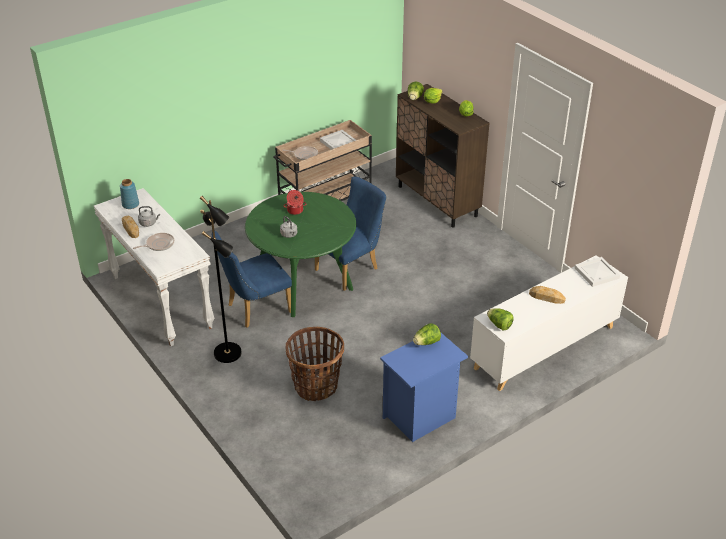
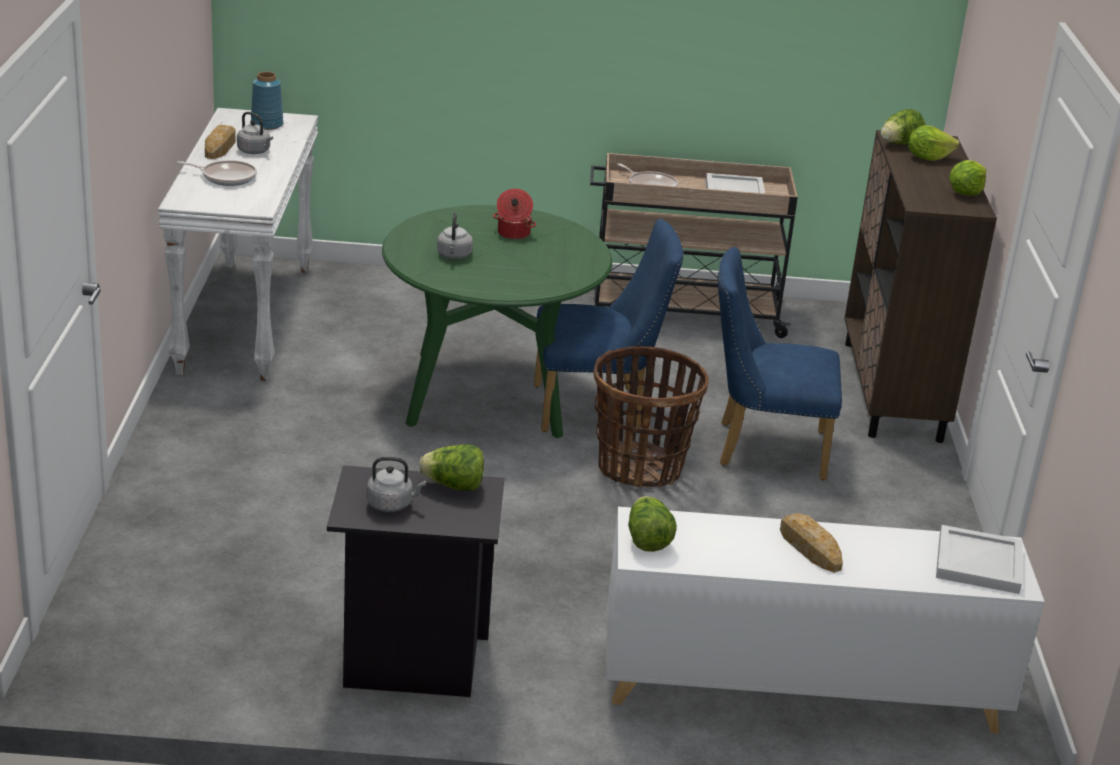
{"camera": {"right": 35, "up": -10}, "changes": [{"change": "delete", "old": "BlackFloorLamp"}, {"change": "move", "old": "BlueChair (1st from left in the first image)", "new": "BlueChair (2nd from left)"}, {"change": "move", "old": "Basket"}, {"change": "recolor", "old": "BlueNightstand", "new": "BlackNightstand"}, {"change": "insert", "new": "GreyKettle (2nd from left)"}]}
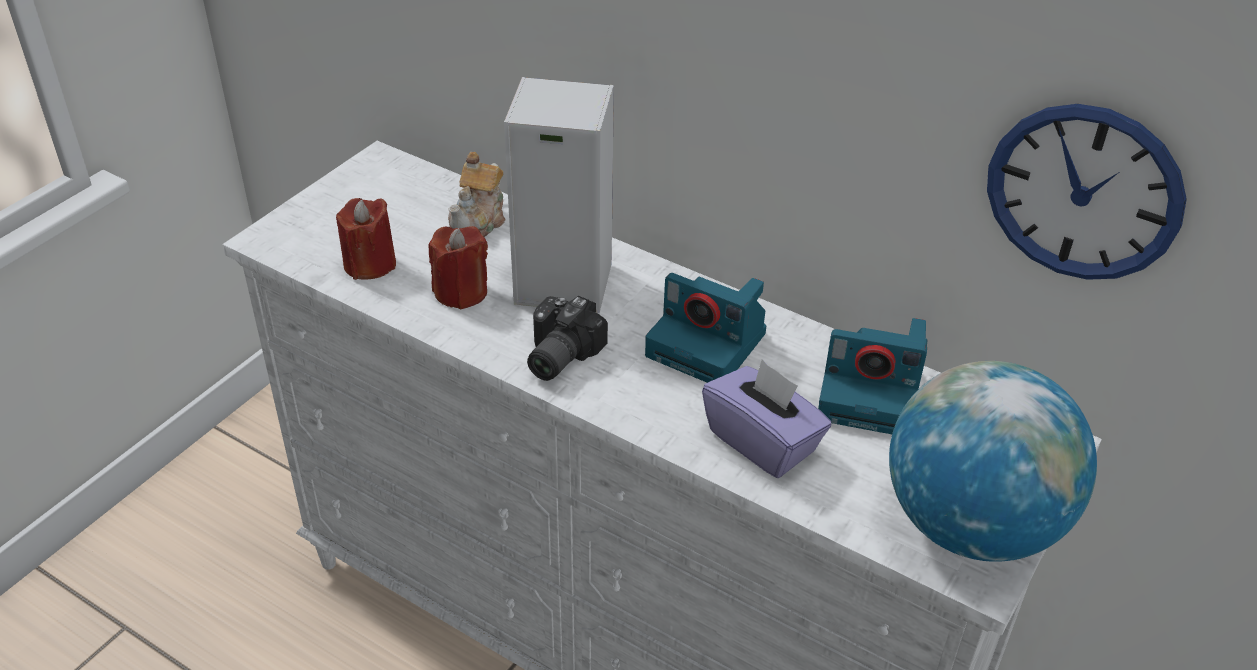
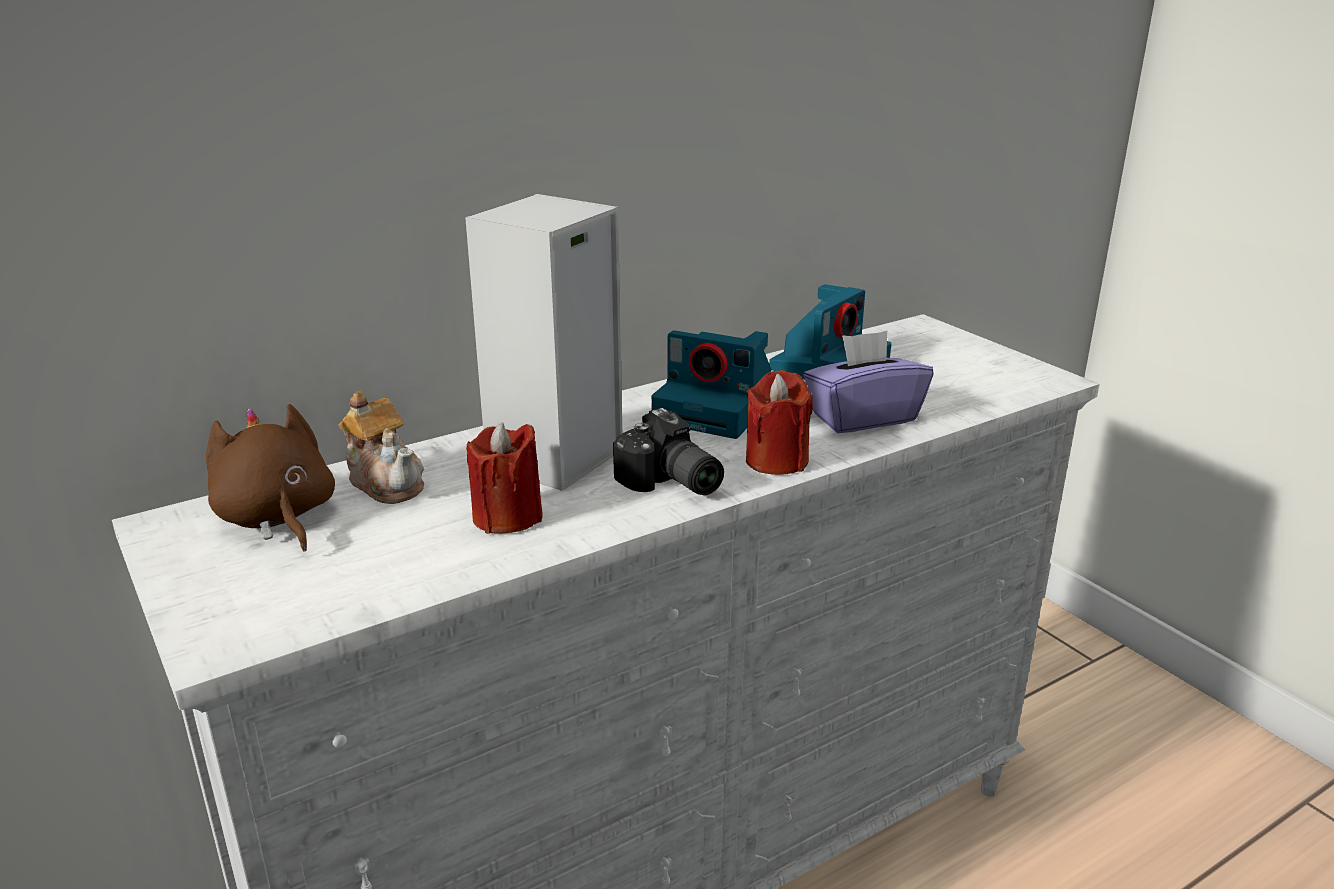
{"camera": {"right": -65, "up": -15}, "changes": [{"change": "move", "old": "RedCandle (1st from left in the first image)", "new": "RedCandle (2nd from left)"}, {"change": "rotate", "old": "PhotoCamera (2nd from left)", "degrees": 60}, {"change": "delete", "old": "Globe"}, {"change": "delete", "old": "WallClock"}, {"change": "insert", "new": "BrownPlushToy"}]}
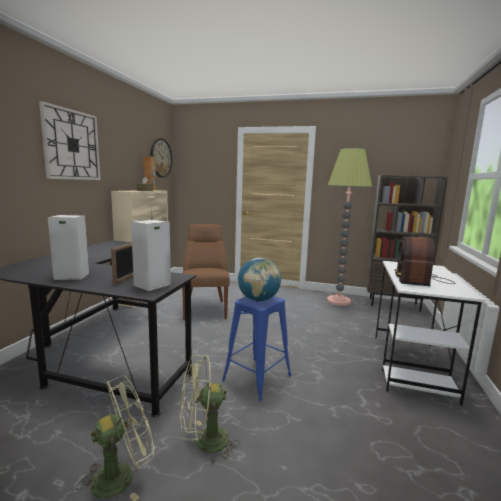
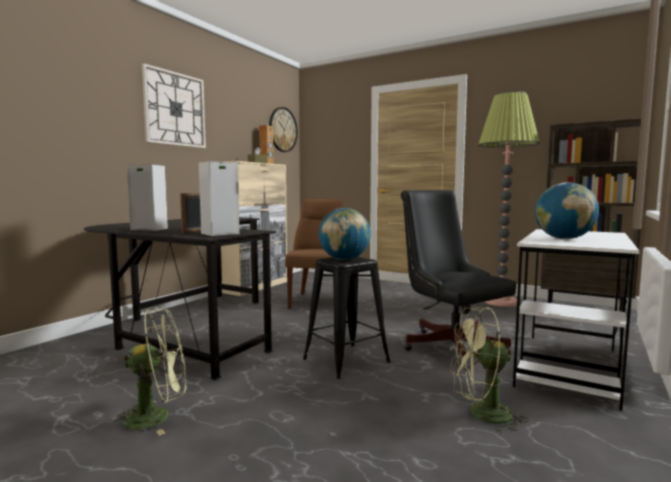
{"camera": {"right": 15, "up": -5}, "changes": [{"change": "move", "old": "GreenFan (2nd from left)"}, {"change": "recolor", "old": "BlueStool", "new": "BlackStool"}, {"change": "replace", "old": "Radio", "new": "Globe (2nd from left)"}, {"change": "insert", "new": "BlackOfficeChair"}]}
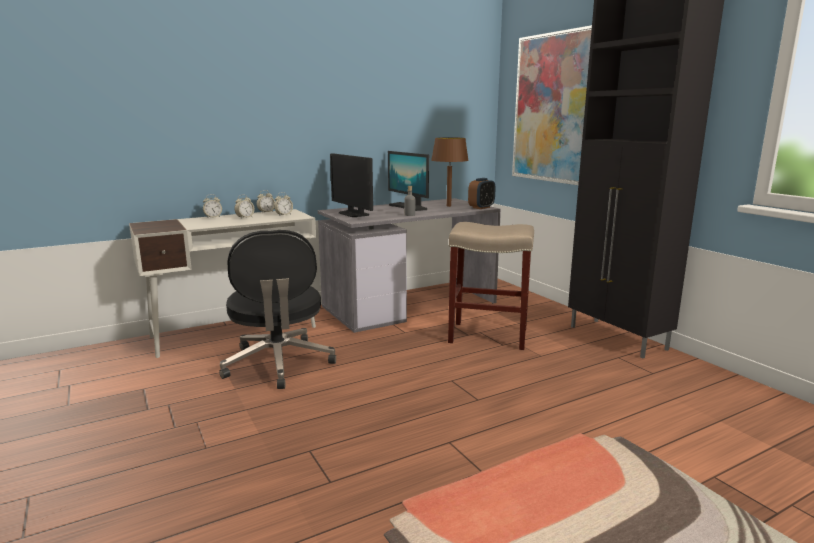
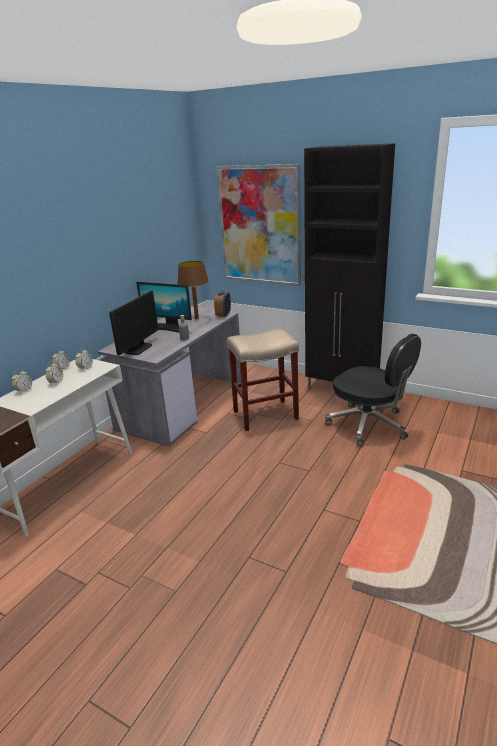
{"camera": {"right": -30, "up": 10}, "changes": [{"change": "move", "old": "BlackOfficeChair"}, {"change": "rotate", "old": "Monitor (1st from left)", "degrees": -90}]}
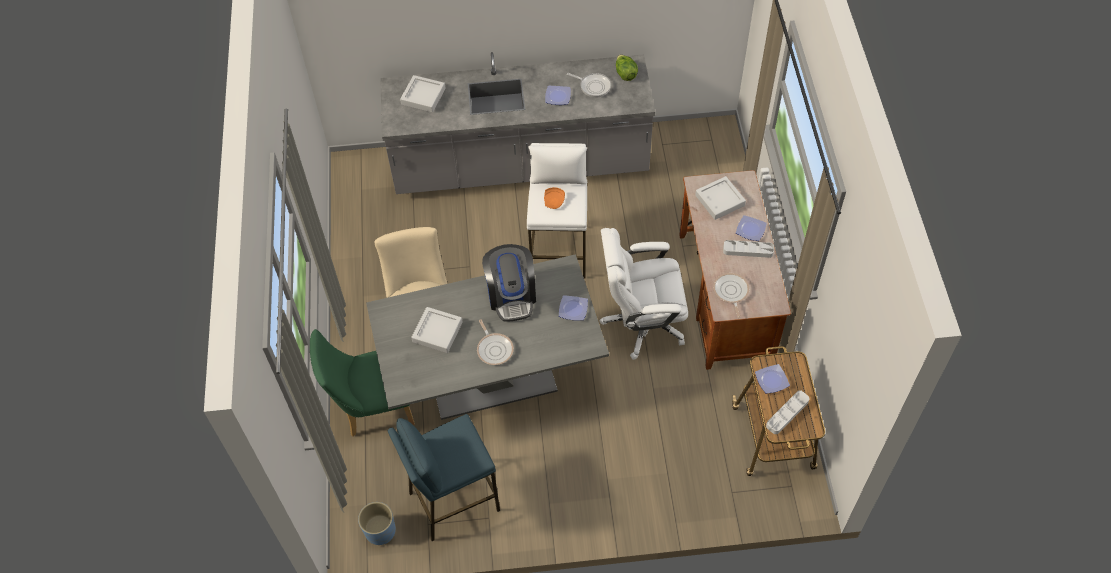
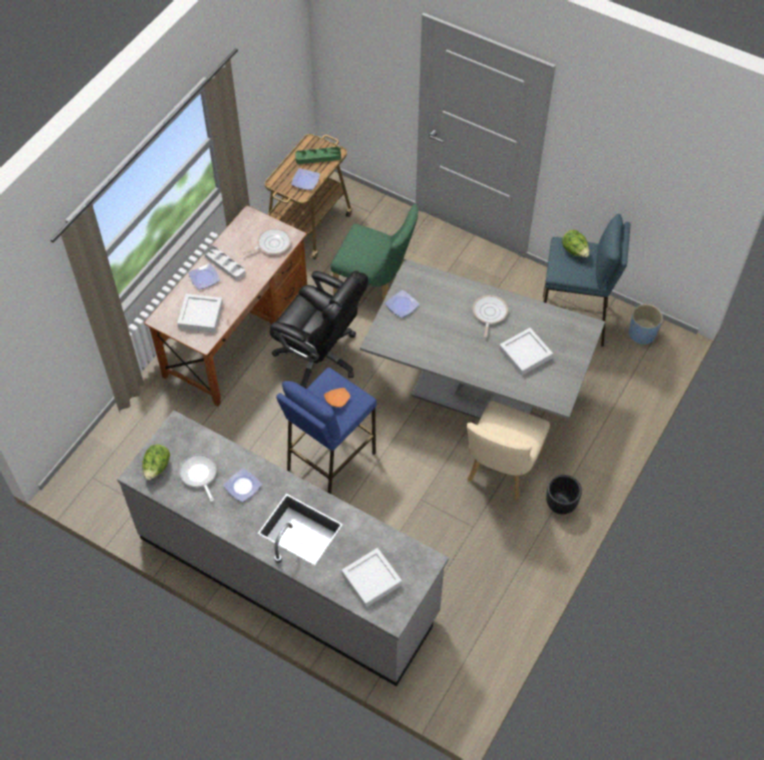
{"camera": {"right": -145, "up": 0}, "changes": [{"change": "move", "old": "GreenChair"}, {"change": "delete", "old": "CoffeeMachine"}, {"change": "recolor", "old": "WhiteStool", "new": "BlueStool (1st from left)"}, {"change": "recolor", "old": "WhiteOfficeChair", "new": "BlackOfficeChair"}, {"change": "rotate", "old": "FryingPan (3rd from left in the first image)", "degrees": -150}, {"change": "recolor", "old": "GreyTray (5th from left)", "new": "GreenTray"}, {"change": "insert", "new": "BlackPlanter"}, {"change": "insert", "new": "Lettuce (2nd from left)"}]}
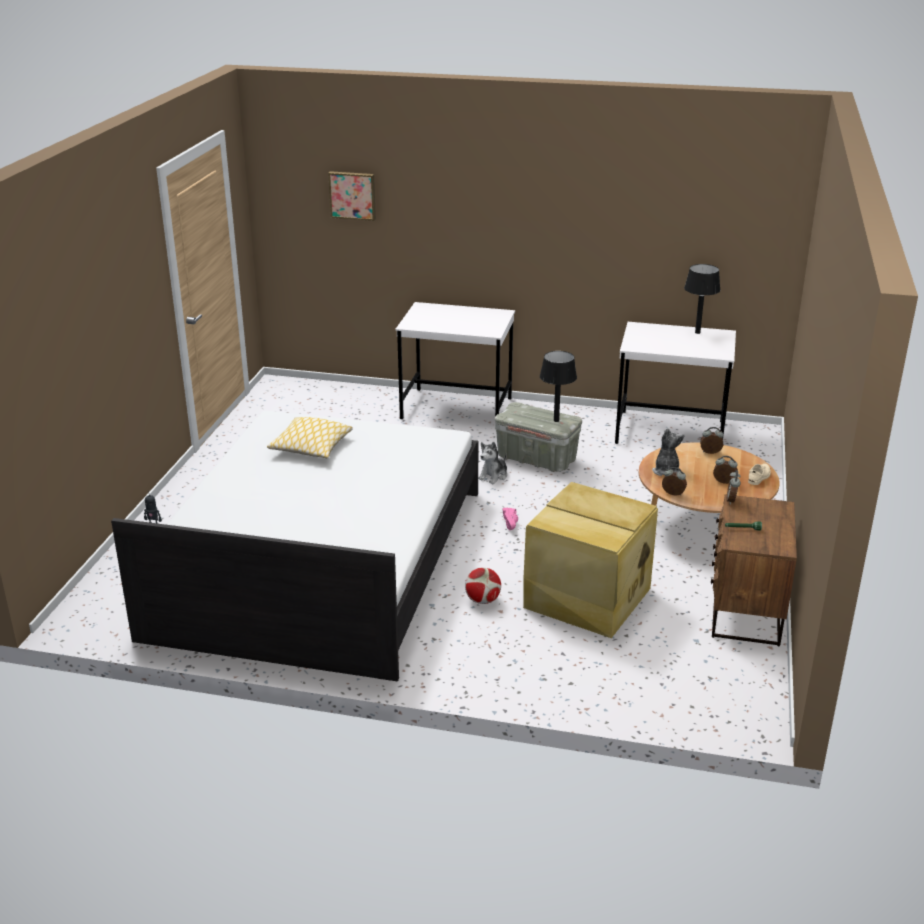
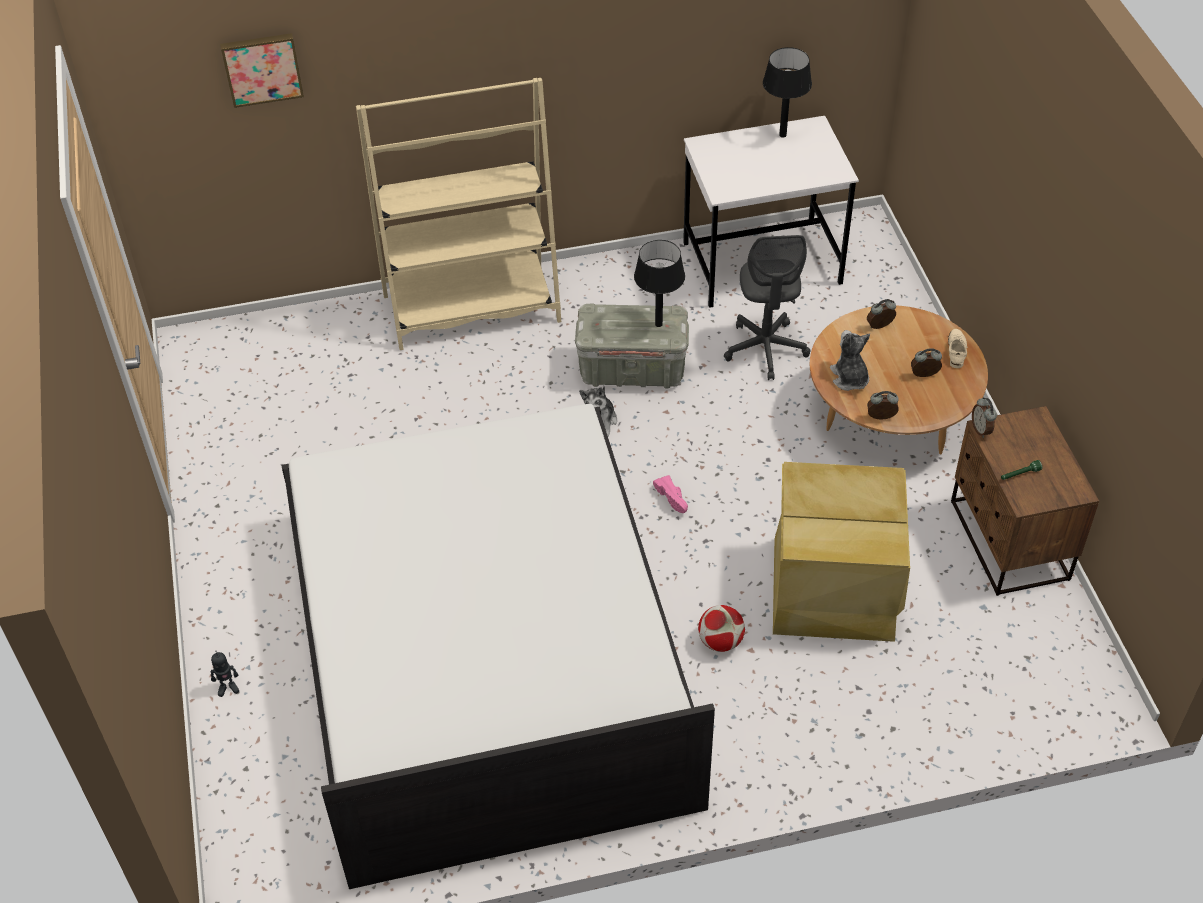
{"camera": {"right": -25, "up": 20}, "changes": [{"change": "delete", "old": "Pillow"}, {"change": "replace", "old": "WhiteDesk (1st from left)", "new": "BeigeBookcase"}, {"change": "insert", "new": "GreyOfficeChair"}]}
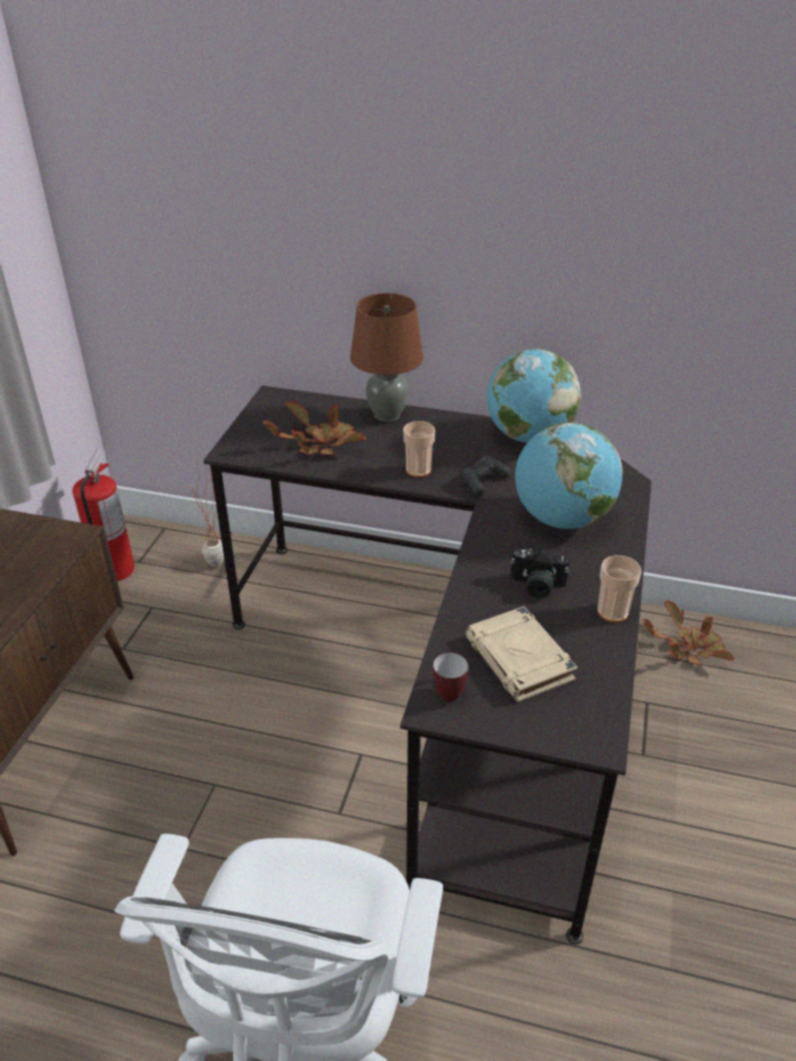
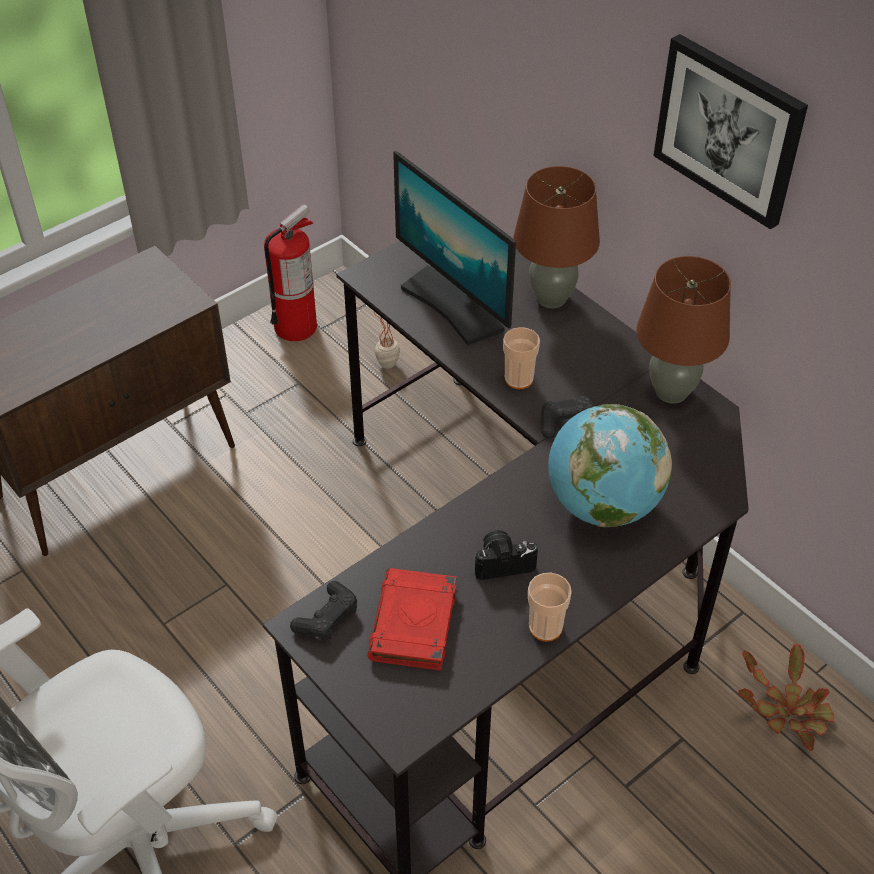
{"camera": {"right": 35, "up": 10}, "changes": [{"change": "replace", "old": "PottedPlant (2nd from left)", "new": "Monitor"}, {"change": "replace", "old": "Mug", "new": "BlackGameController (1st from left)"}, {"change": "recolor", "old": "BeigeBook", "new": "RedBook"}, {"change": "replace", "old": "Globe (1st from left)", "new": "BrownTableLamp (2nd from left)"}, {"change": "rotate", "old": "PhotoCamera", "degrees": 120}, {"change": "insert", "new": "Picture"}]}
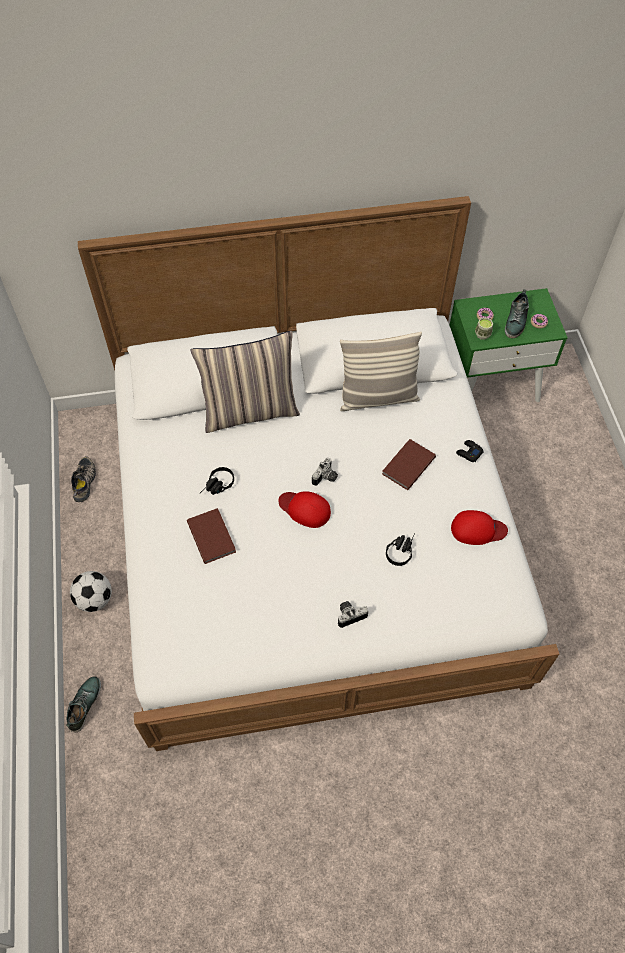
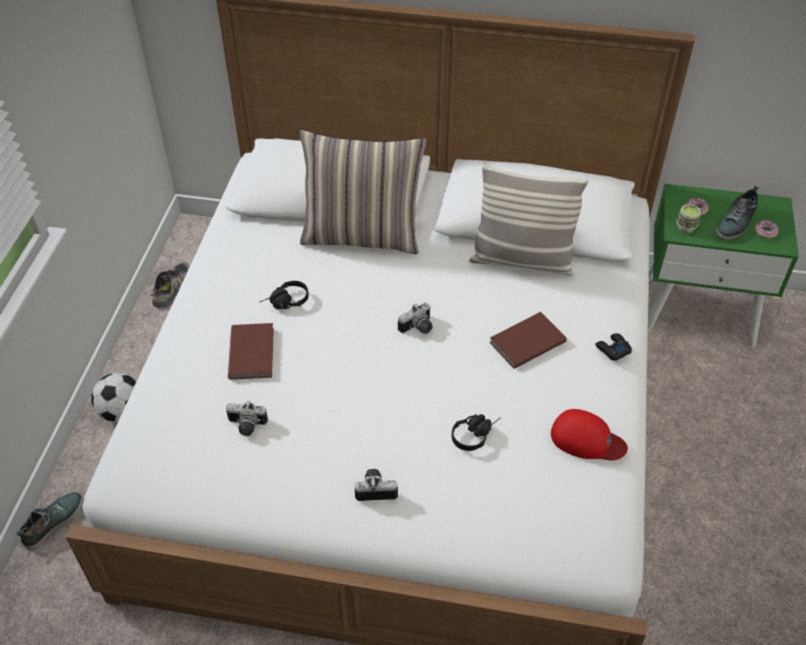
{"camera": {"right": 20, "up": -10}, "changes": [{"change": "delete", "old": "RedCap (1st from left)"}, {"change": "insert", "new": "PhotoCamera (1st from left)"}]}
